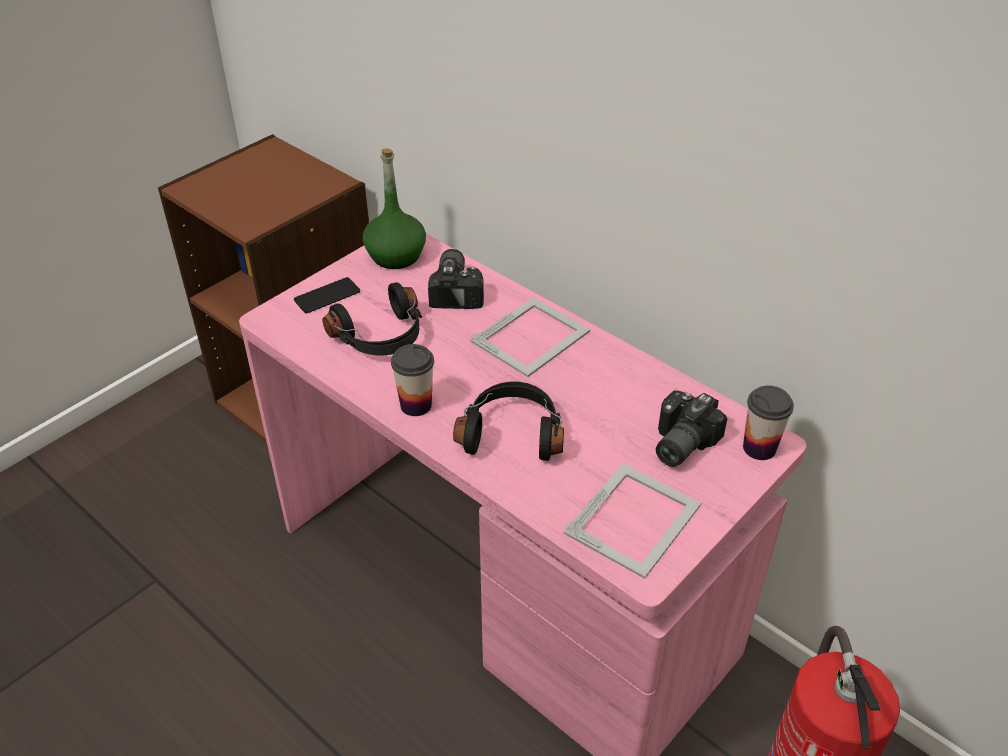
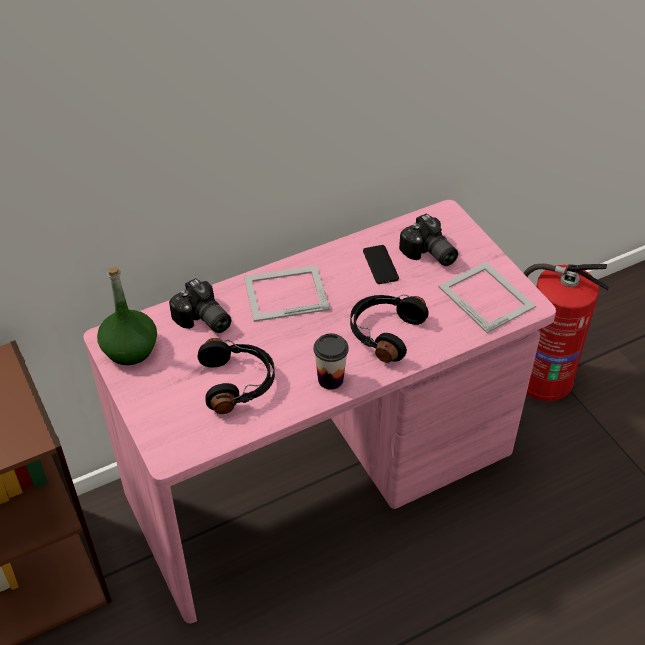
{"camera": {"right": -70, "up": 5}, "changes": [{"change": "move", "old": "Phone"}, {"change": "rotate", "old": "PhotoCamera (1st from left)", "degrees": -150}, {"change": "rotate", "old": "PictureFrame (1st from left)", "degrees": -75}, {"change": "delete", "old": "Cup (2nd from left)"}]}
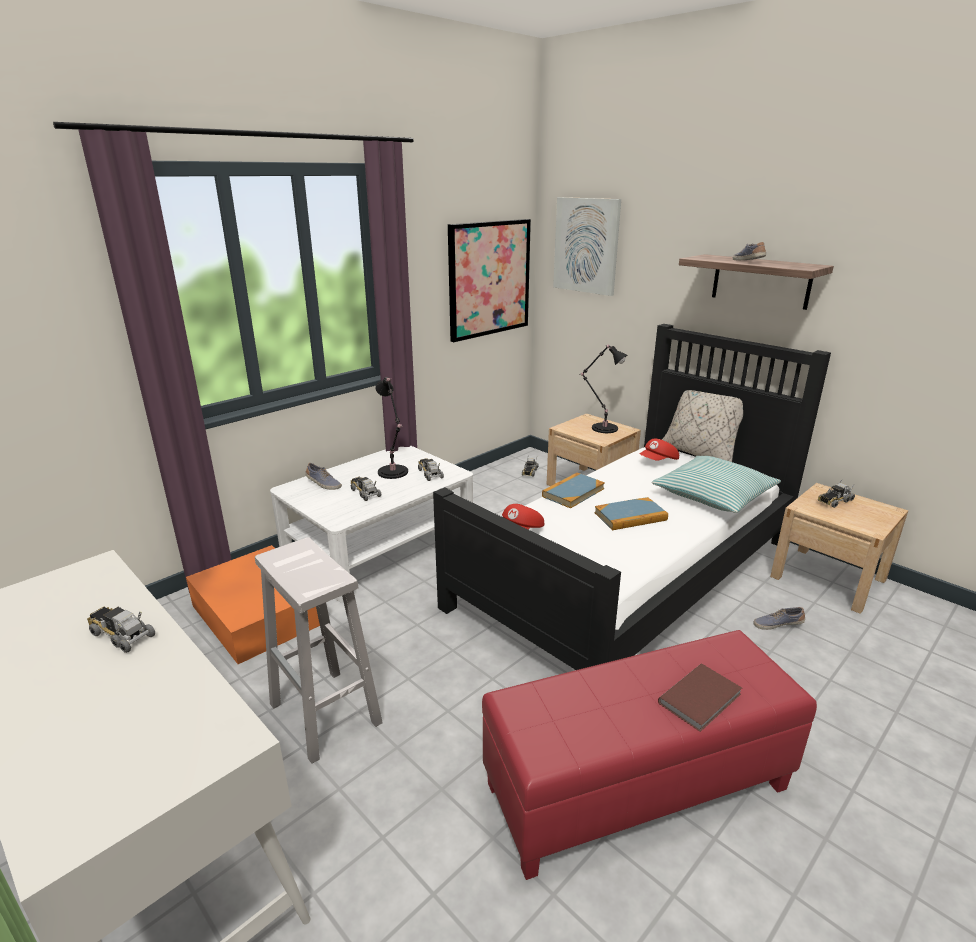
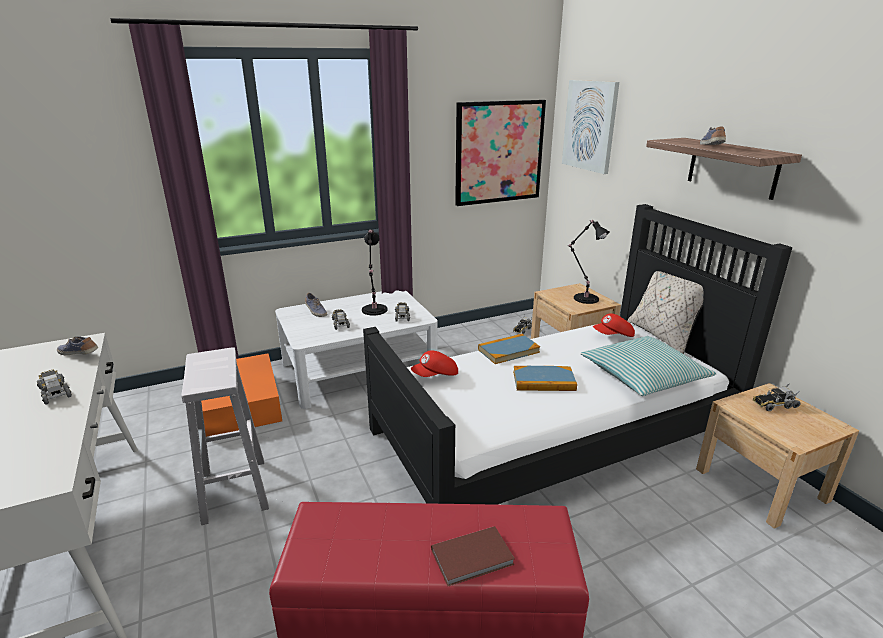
{"camera": {"right": 20, "up": 0}, "changes": [{"change": "move", "old": "Shoe (3rd from left in the first image)", "new": "Shoe (1st from left)"}]}
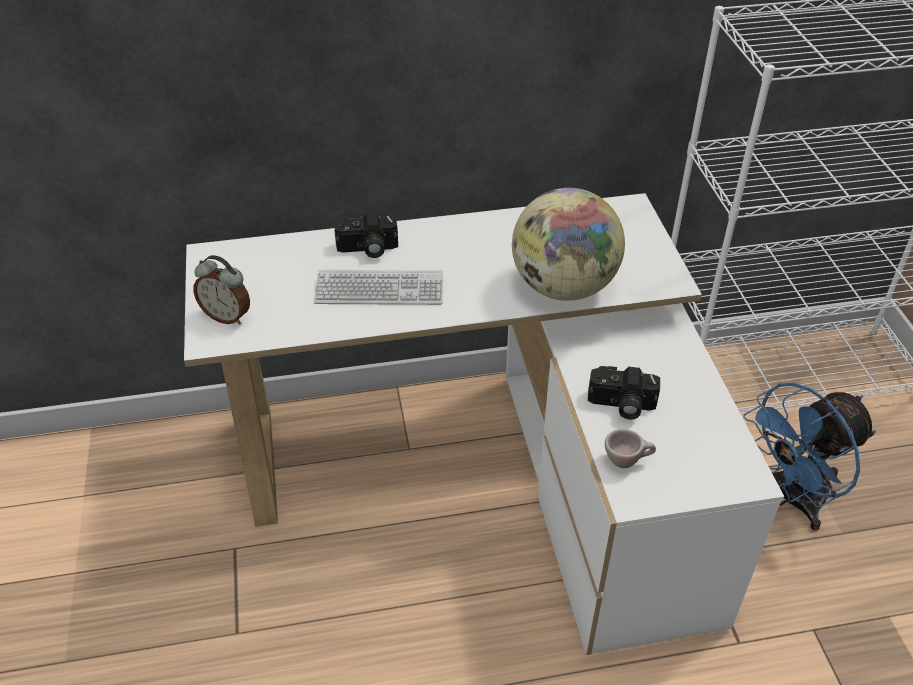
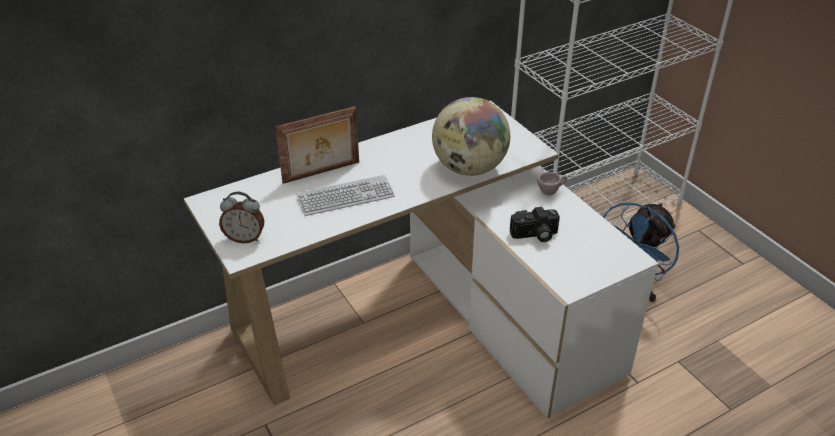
{"camera": {"right": -20, "up": -5}, "changes": [{"change": "replace", "old": "PhotoCamera (1st from left)", "new": "PictureFrame"}, {"change": "move", "old": "BeigeCup"}]}
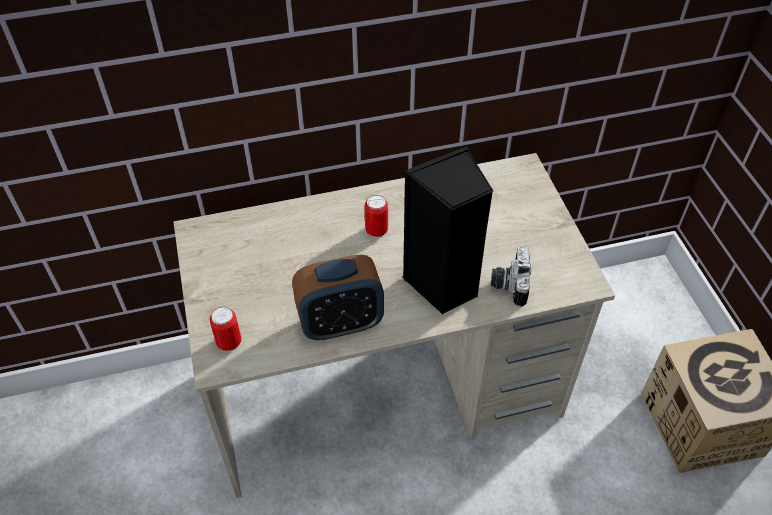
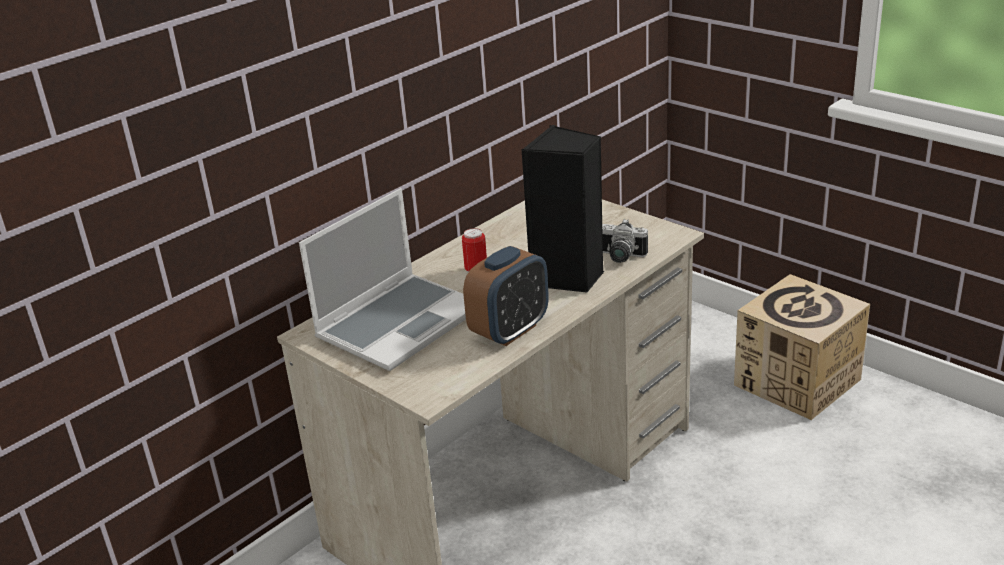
{"camera": {"right": -30, "up": -20}, "changes": [{"change": "delete", "old": "Can (1st from left)"}, {"change": "rotate", "old": "PhotoCamera", "degrees": -45}, {"change": "insert", "new": "Laptop"}]}
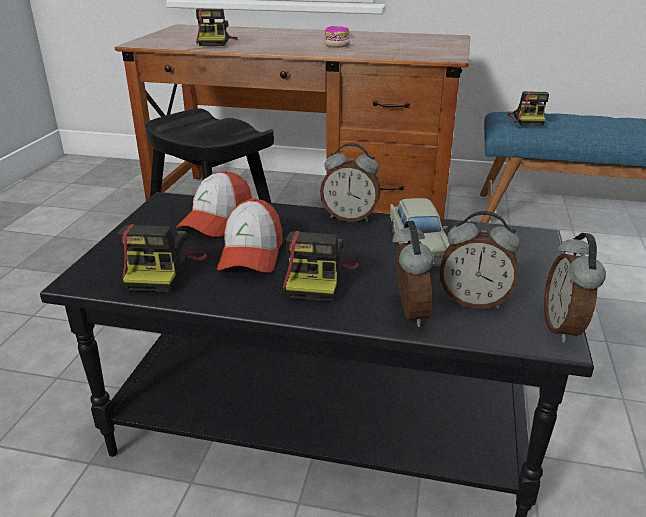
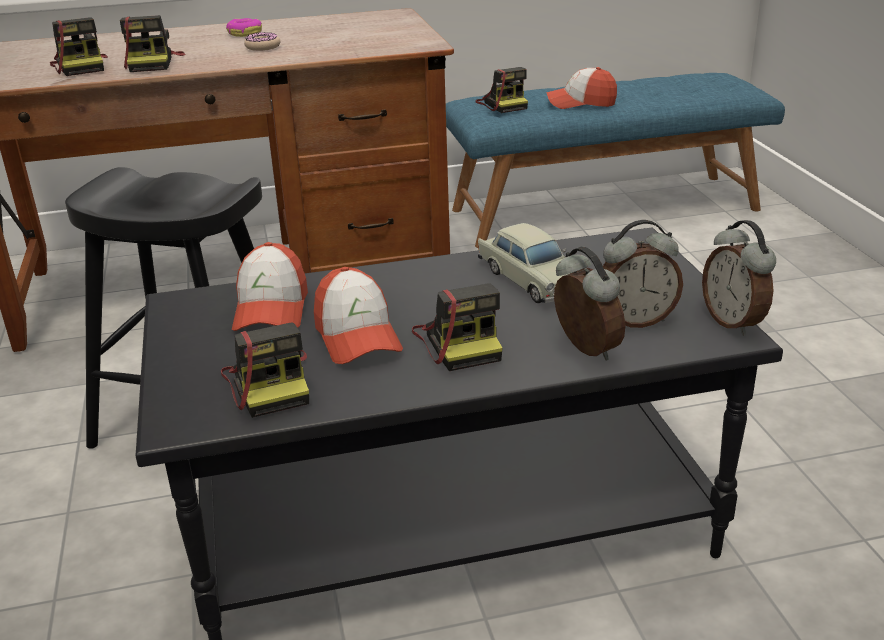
{"camera": {"right": -25, "up": 0}, "changes": [{"change": "delete", "old": "AlarmClock (1st from left)"}, {"change": "insert", "new": "PhotoCamera (2nd from left)"}, {"change": "insert", "new": "Cap (3rd from left)"}]}
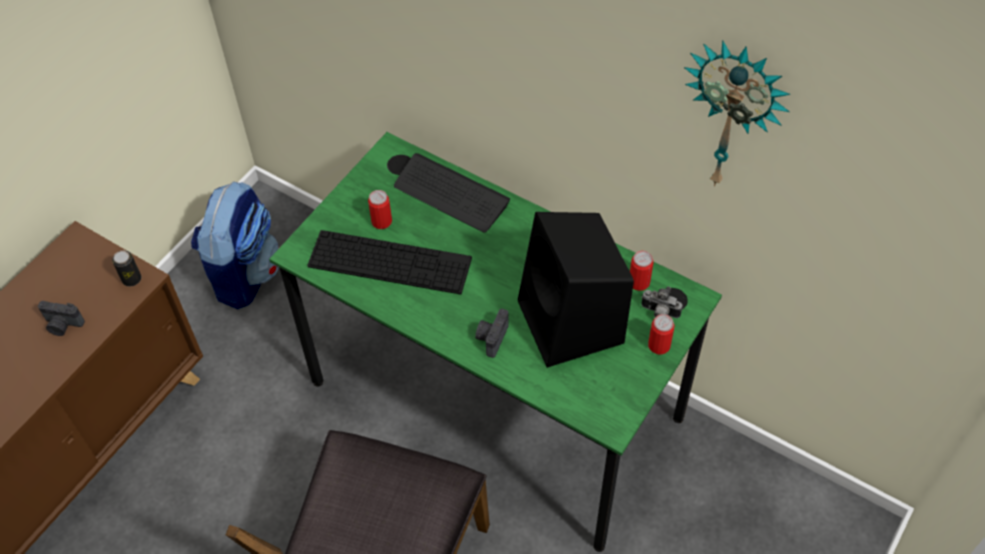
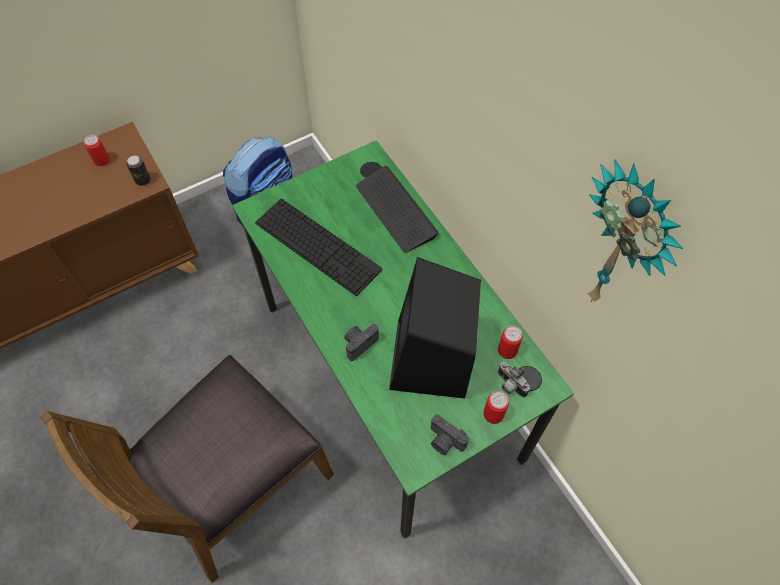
{"camera": {"right": 25, "up": 5}, "changes": [{"change": "move", "old": "PhotoCamera (1st from left in the first image)", "new": "PhotoCamera (2nd from left)"}, {"change": "move", "old": "Can (2nd from left in the first image)", "new": "Can (1st from left)"}]}
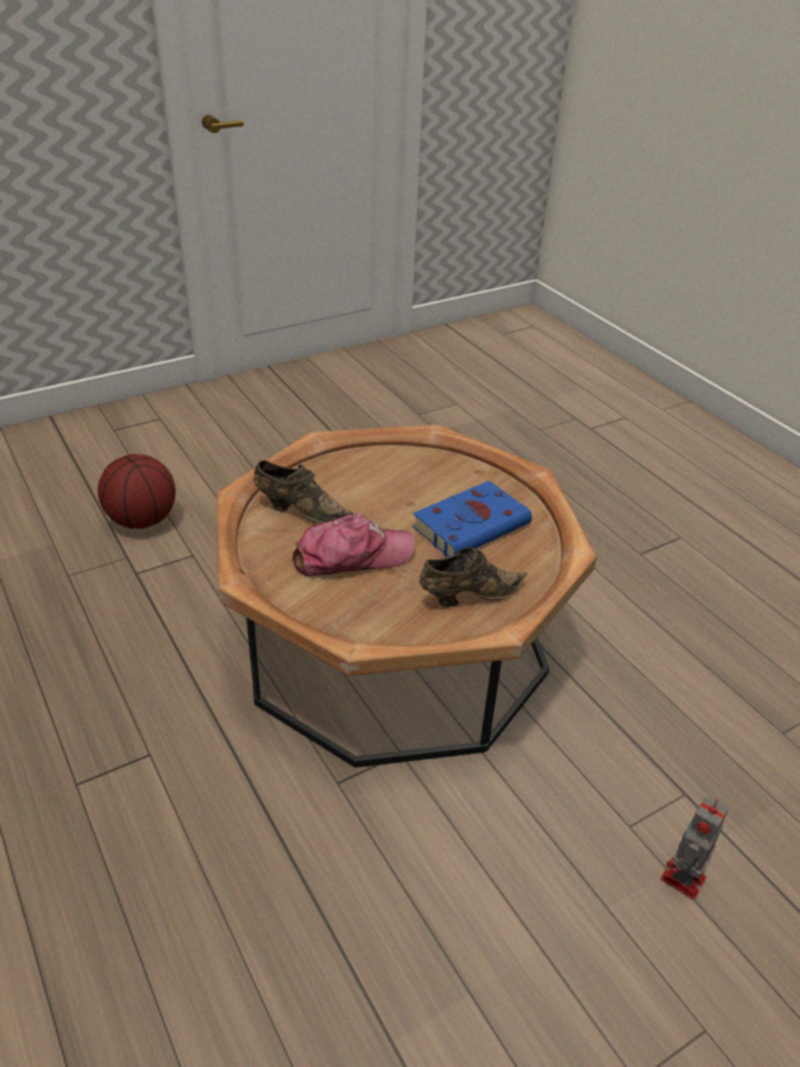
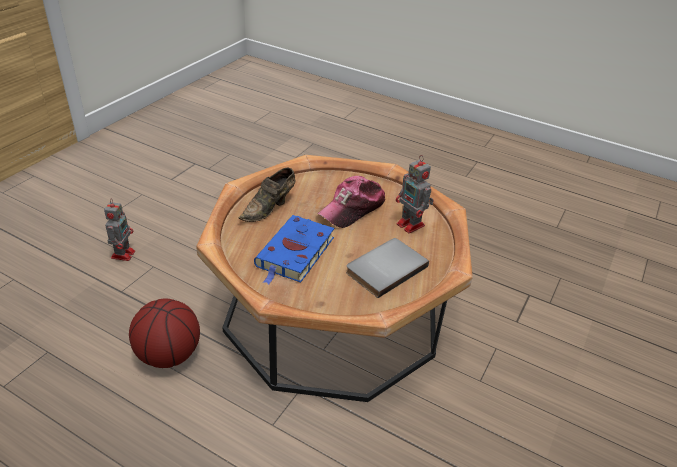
{"camera": {"right": 150, "up": 0}, "changes": [{"change": "move", "old": "Basketball"}, {"change": "replace", "old": "BrownShoe (1st from left)", "new": "ToyRobot (2nd from left)"}, {"change": "insert", "new": "GreyBook"}]}
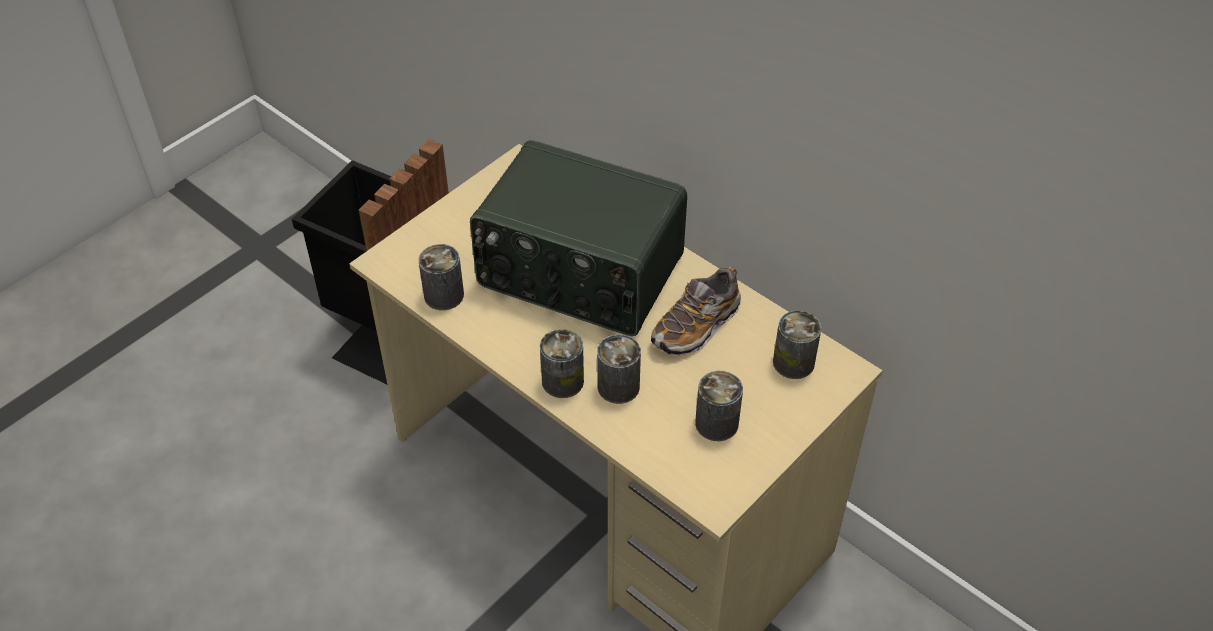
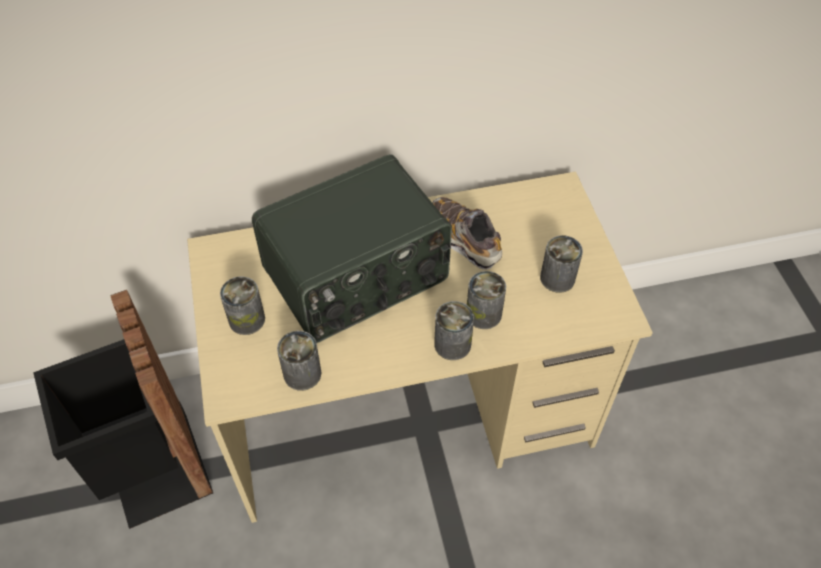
{"camera": {"right": -55, "up": 5}, "changes": [{"change": "rotate", "old": "Shoe", "degrees": 150}, {"change": "move", "old": "Can (5th from left in the first image)", "new": "Can (1st from left)"}]}
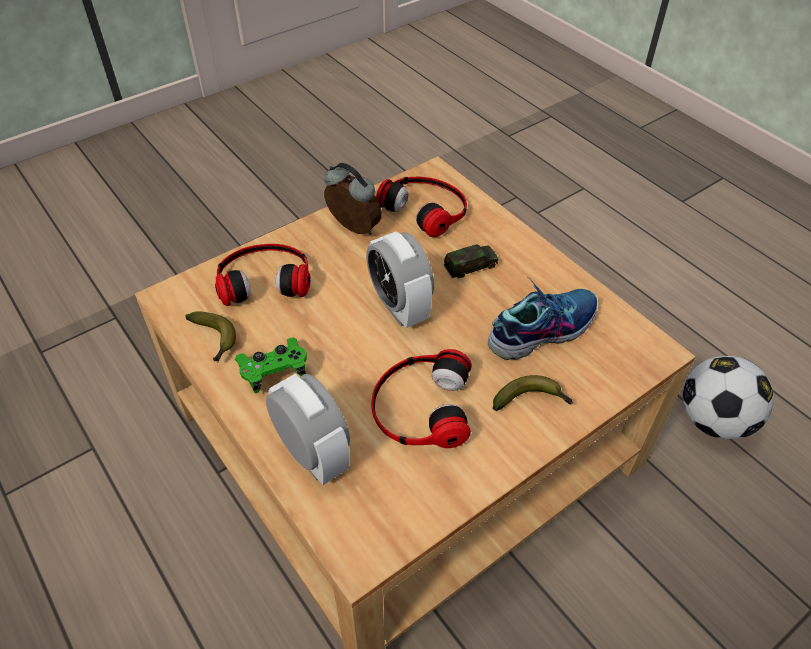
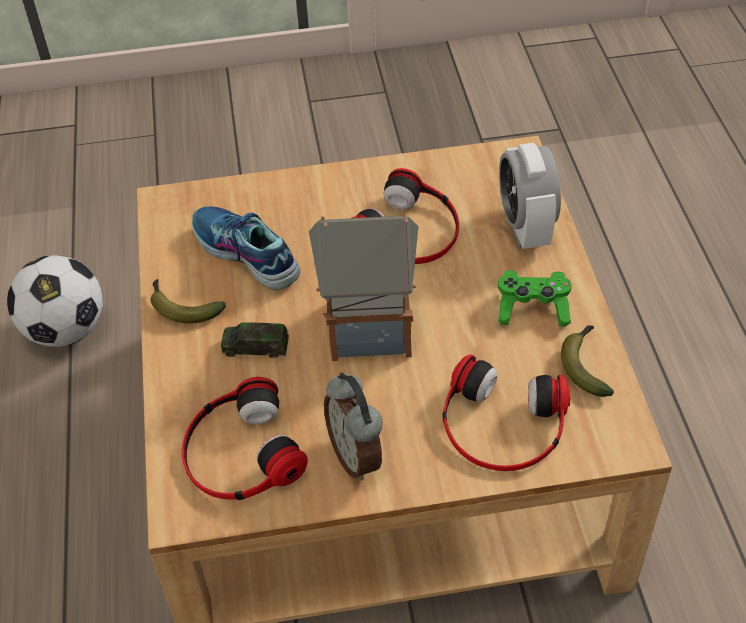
{"camera": {"right": -150, "up": 0}, "changes": [{"change": "replace", "old": "AlarmClock (3rd from left)", "new": "ToyHouse"}, {"change": "rotate", "old": "Shoe", "degrees": 45}, {"change": "move", "old": "Banana (2nd from left in the first image)", "new": "Banana (1st from left)"}]}
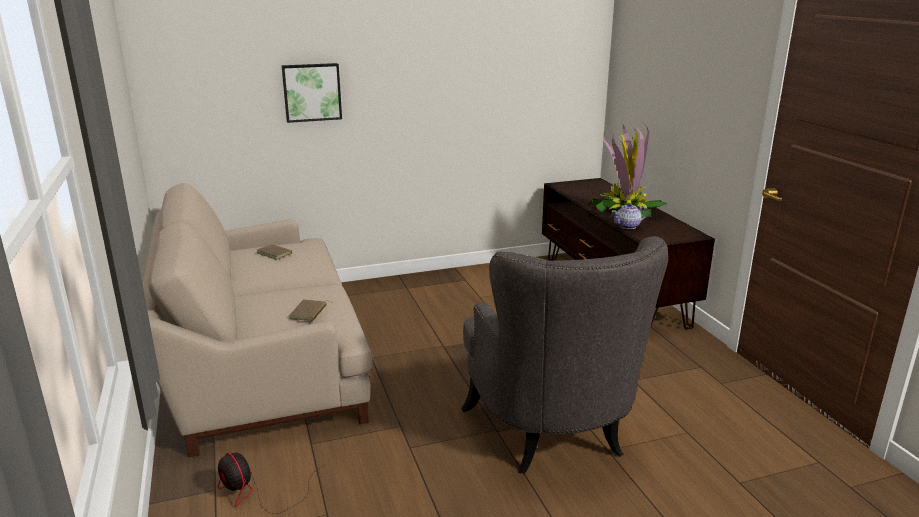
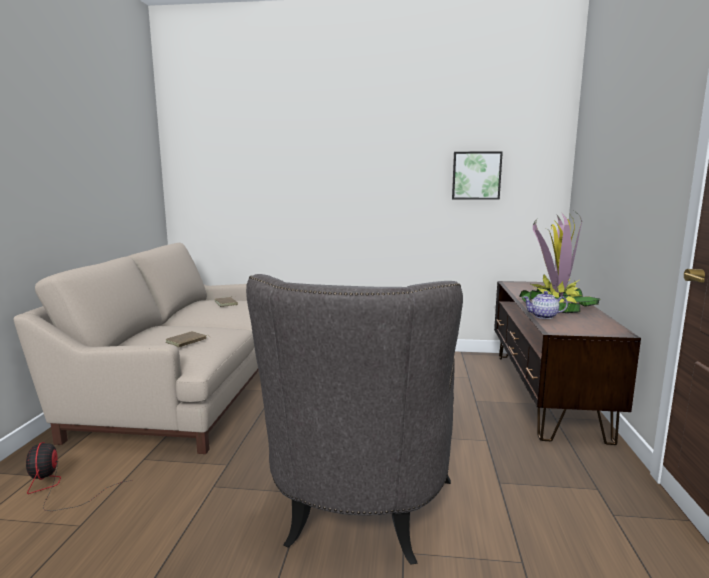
{"camera": {"right": 25, "up": -10}, "changes": [{"change": "move", "old": "Picture"}]}
